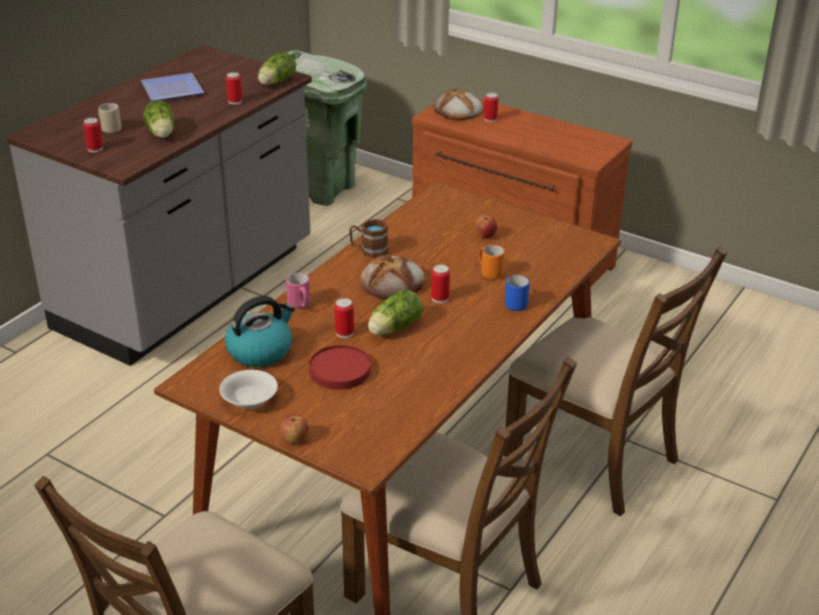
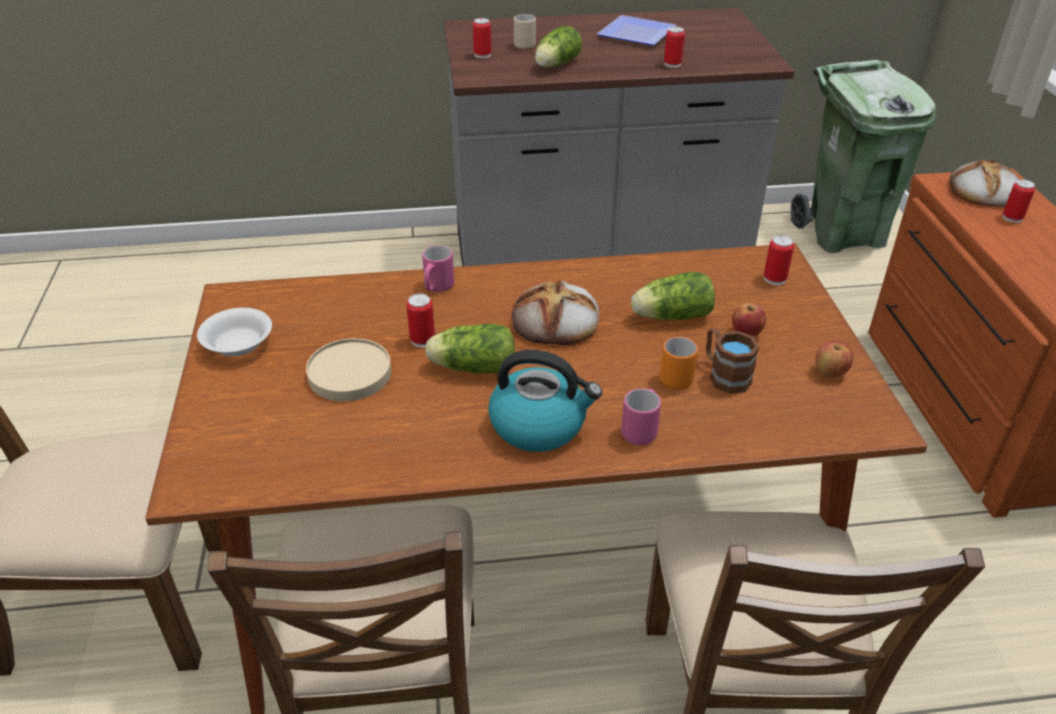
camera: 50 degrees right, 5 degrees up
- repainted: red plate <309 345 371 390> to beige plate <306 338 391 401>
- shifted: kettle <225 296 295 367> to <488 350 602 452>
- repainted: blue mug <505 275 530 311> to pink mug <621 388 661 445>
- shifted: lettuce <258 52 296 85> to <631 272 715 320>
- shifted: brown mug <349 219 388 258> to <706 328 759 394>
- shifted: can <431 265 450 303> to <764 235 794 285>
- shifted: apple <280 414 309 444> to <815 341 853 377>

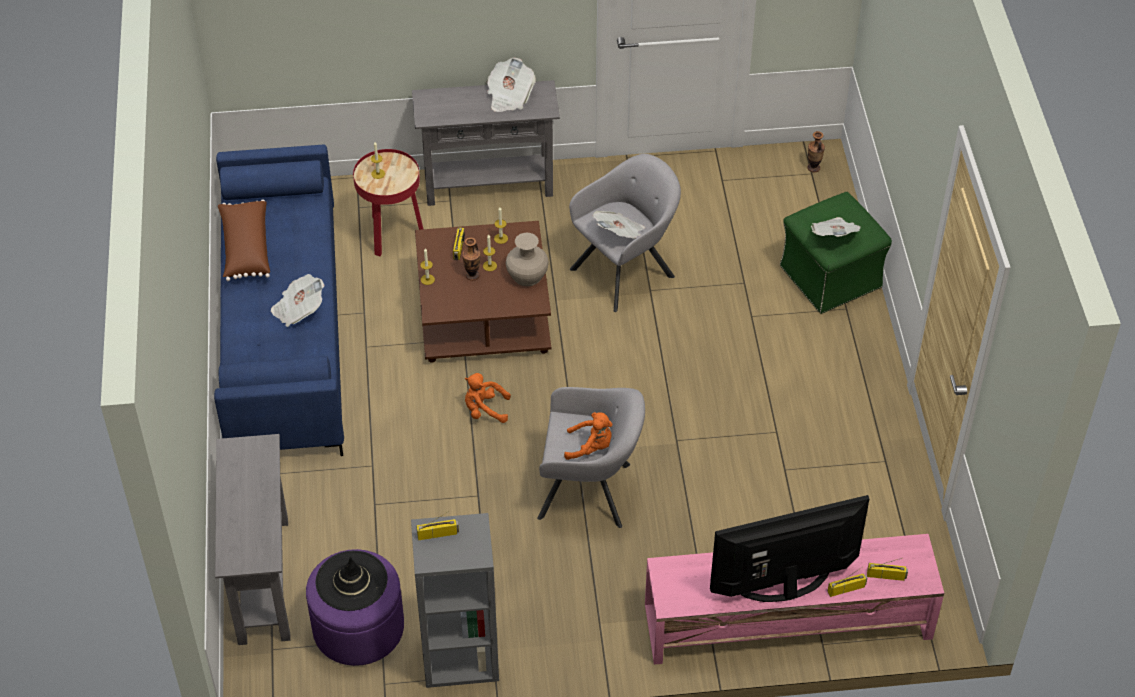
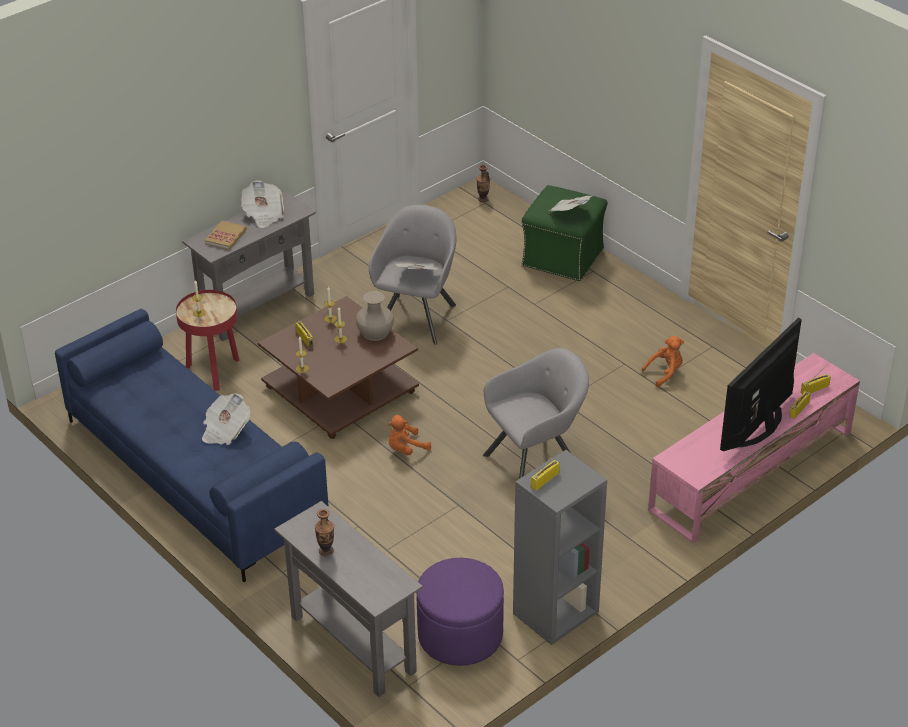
camera: 35 degrees left, 10 degrees down
- new: book <205 221 247 250>
- shifted: vase <462 237 480 281> to <315 509 334 556>
- shifted: orange plush toy <564 412 613 460> to <642 336 684 387>
- gone: brown pillow <218 199 270 281>
- gone: black hat <316 551 388 611>

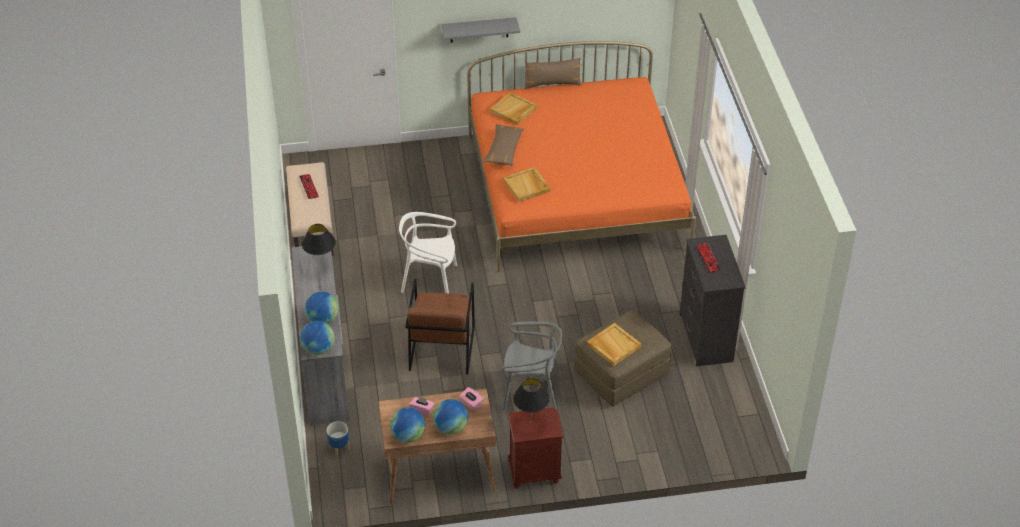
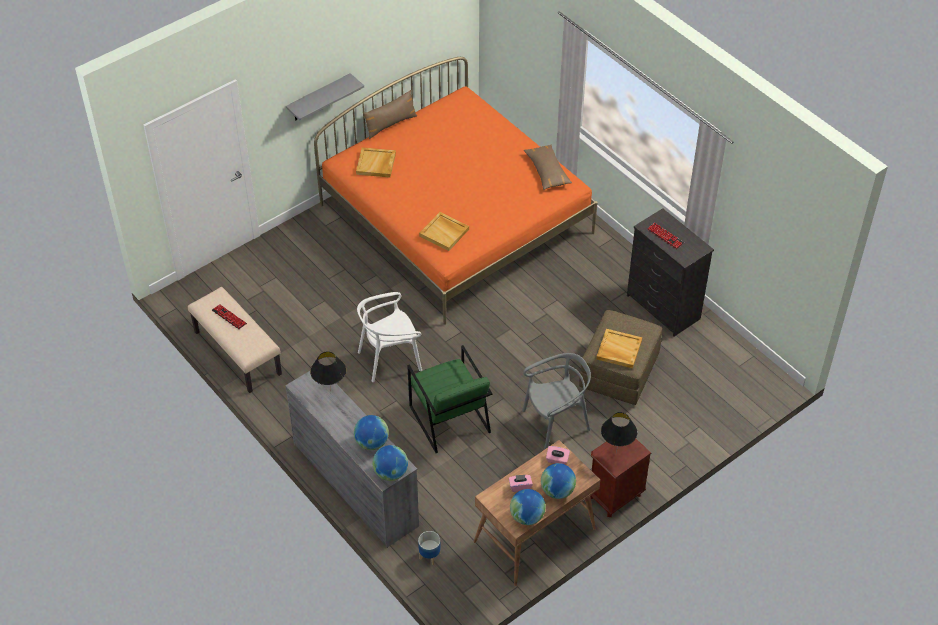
camera: 30 degrees left, 5 degrees up
- repainted: brown armchair <405 279 475 375> to green armchair <407 345 492 453>
- shifted: brown pillow <483 124 524 166> to <524 144 572 190>

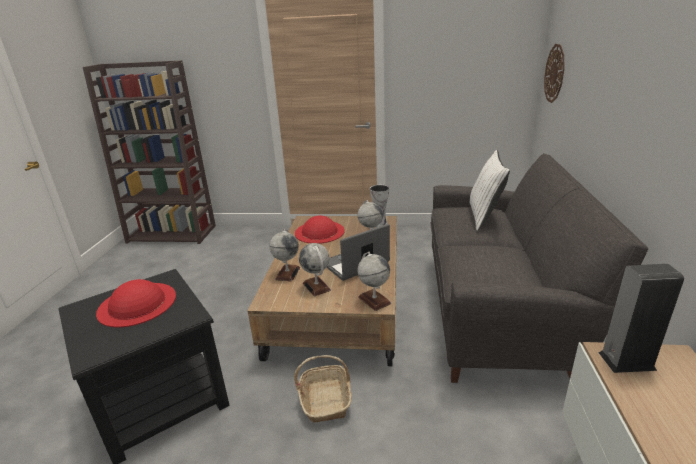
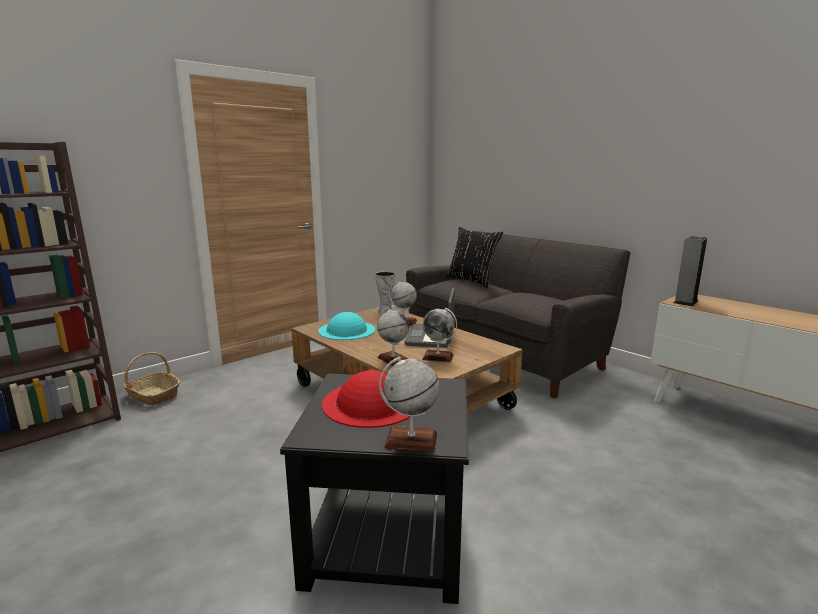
camera: 50 degrees left, 10 degrees down
- shifted: basket <294 355 352 423> to <123 352 180 406>
- repainted: red hat <295 215 345 244> to turquoise hat <318 312 375 340>
- shifted: globe <357 252 391 311> to <379 357 439 452>
- repainted: white pillow <469 150 510 231> to black pillow <445 227 503 288>
- gone: wall clock <544 44 565 103>

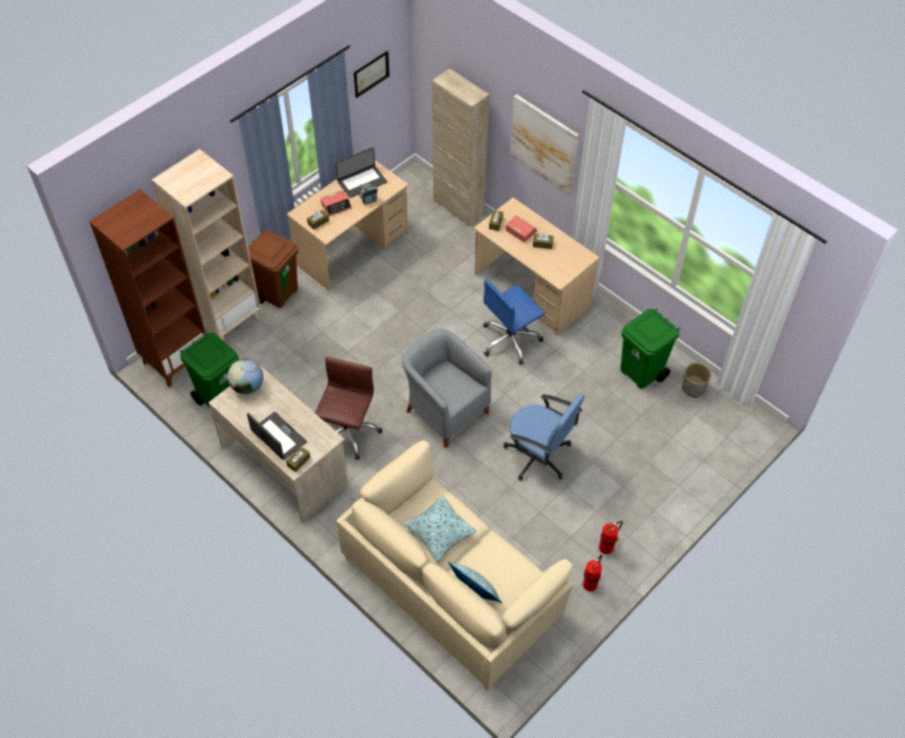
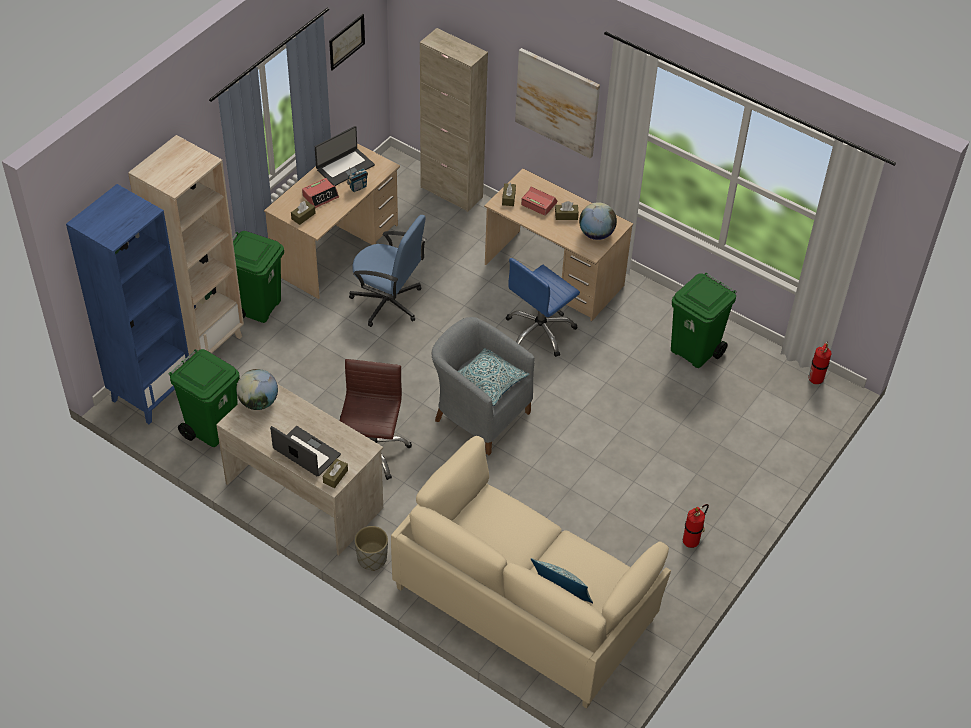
camera: 10 degrees left, 5 degrees down
- repainted: brown bookcase <89 189 205 387> to blue bookcase <66 184 189 424>
- repainted: brown trash can <248 230 298 308> to green trash can <233 231 284 323>
- shifted: blue office chair <503 393 585 481> to <349 215 426 327>
- shifted: grey planter <682 363 711 398> to <355 526 388 571>
- shifted: pillow <403 495 477 562> to <458 348 529 406>
- new: globe <579 202 617 240>
- shifted: fire extinguisher <583 554 602 591> to <808 342 831 384>

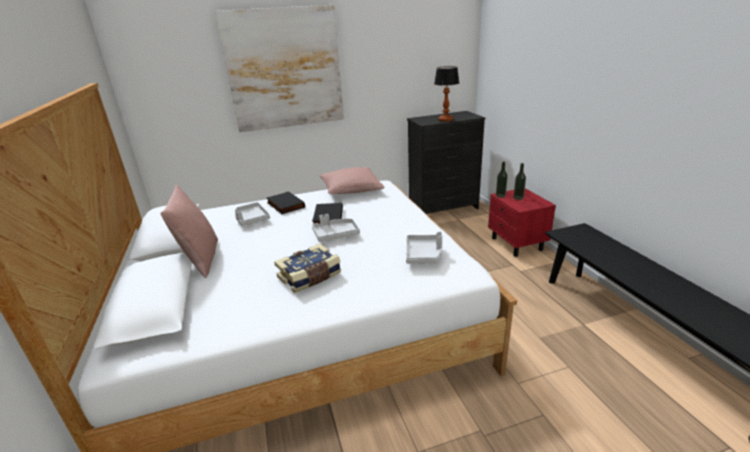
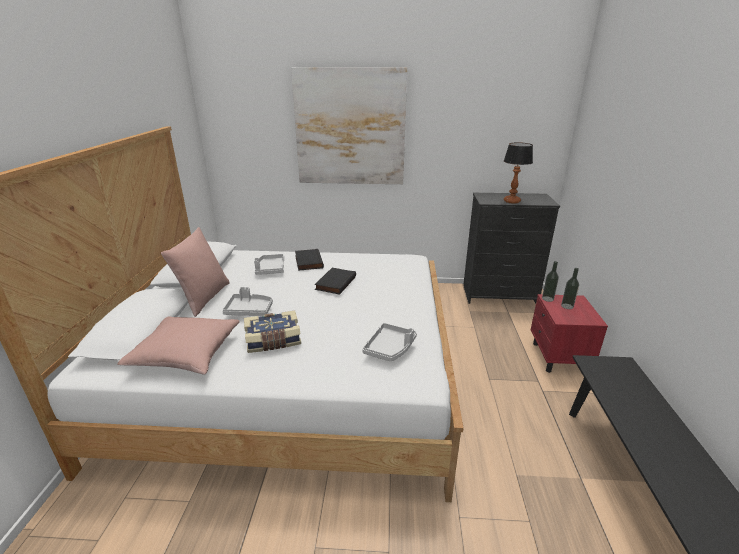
camera: 20 degrees right, 0 degrees up
- shifted: pink pillow <320 167 385 194> to <117 316 240 375>
- shifted: grey tray <312 214 360 242> to <222 287 273 316>

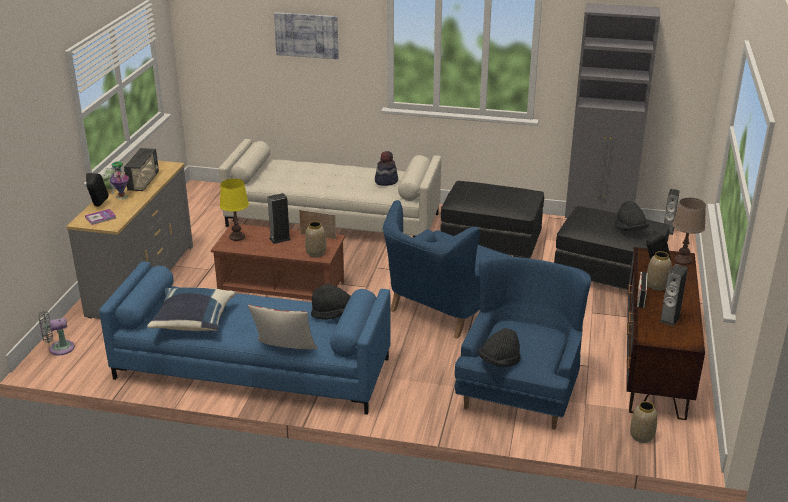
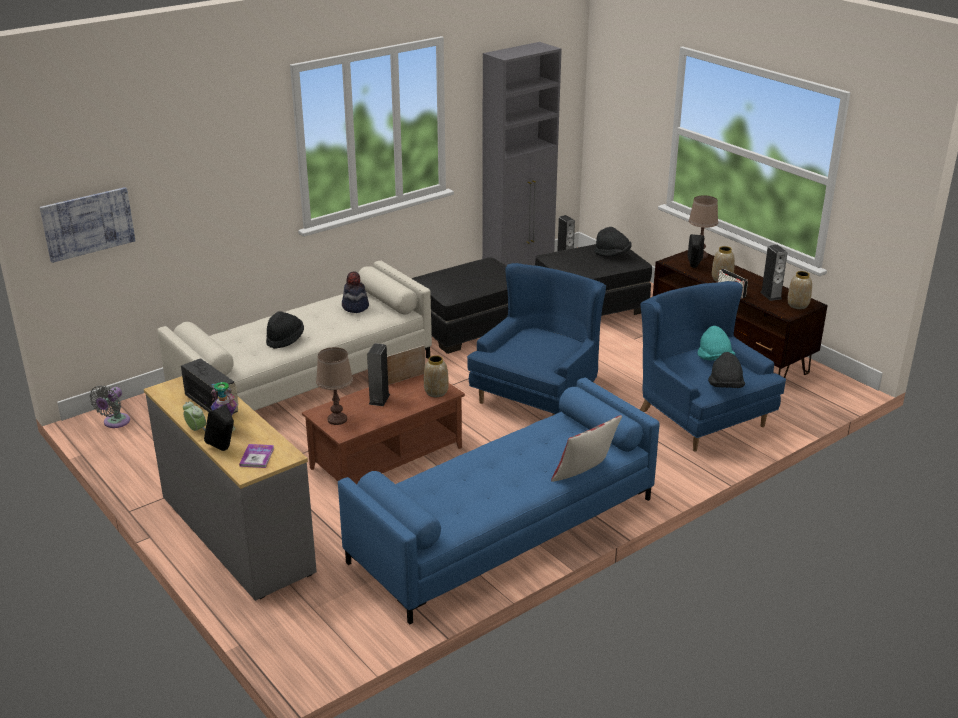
camera: 50 degrees left, 0 degrees up
- shifted: picture <274 12 339 59> to <40 187 135 263>
- shifted: grey fan <39 310 75 355> to <89 385 130 428>
- shifted: black hat <311 284 351 320> to <266 311 304 349>
- repainted: yellow table lamp <220 179 249 241> to brown table lamp <316 347 353 425>
- rotated: blue armchair <383 200 510 339> = <467 263 606 416> 135 degrees counterclockwise
- new: turquoise hat <697 326 735 360>
- shifted: vase <630 401 657 443> to <787 271 812 309>
- gone: blue pillow <147 287 236 331>

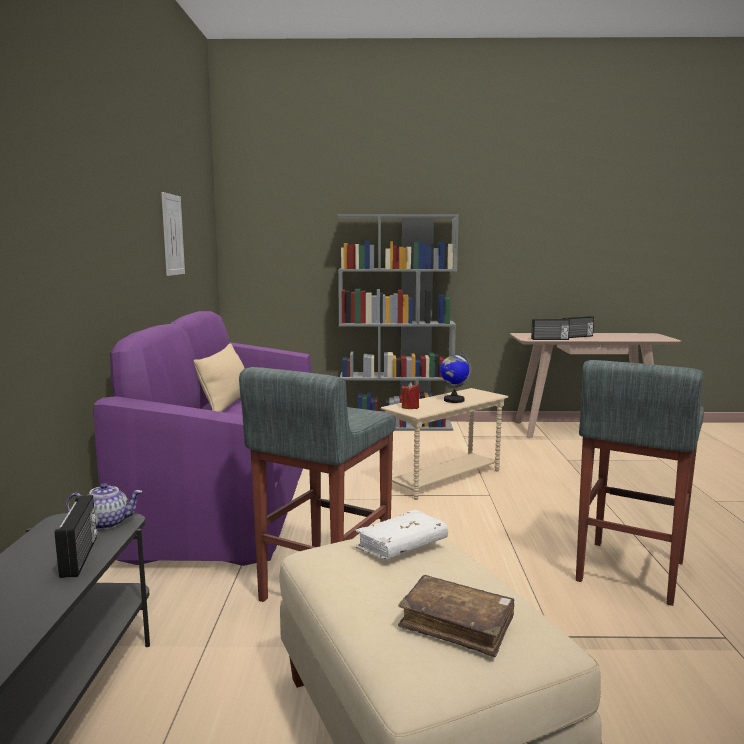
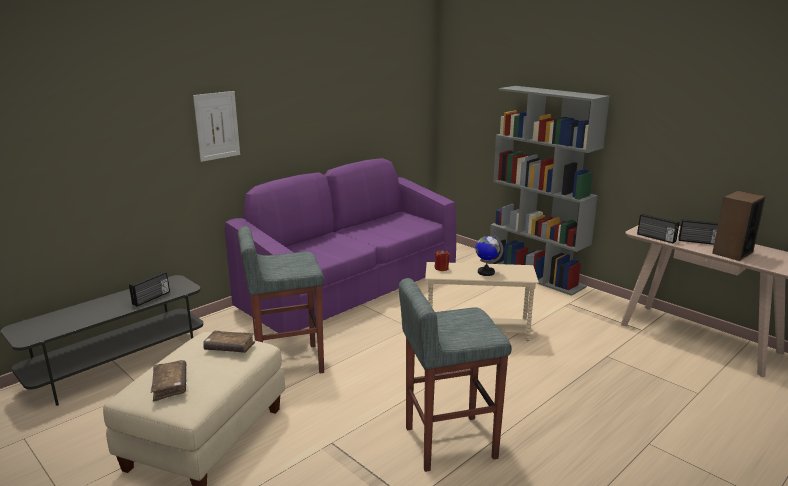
camera: 45 degrees right, 10 degrees up
- shifted: picture <161 192 185 276> to <193 91 240 162>
- repainted: white book <354 510 448 560> to brown book <203 331 255 353>
- new: speaker <712 191 766 261>
- gone: teapot <66 483 143 530>
- gone: beige pillow <194 343 245 412>

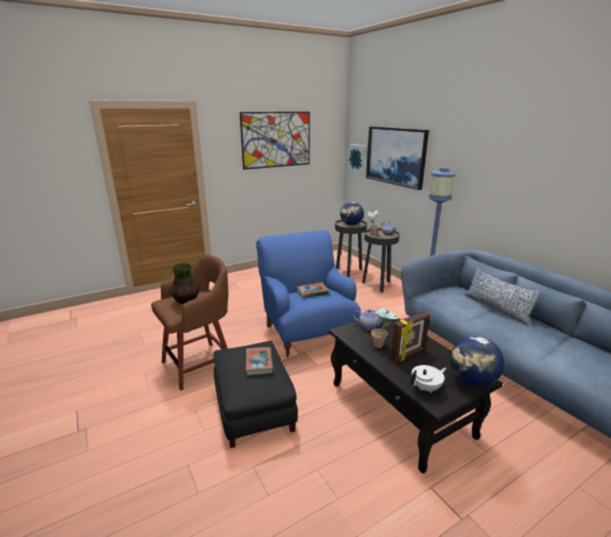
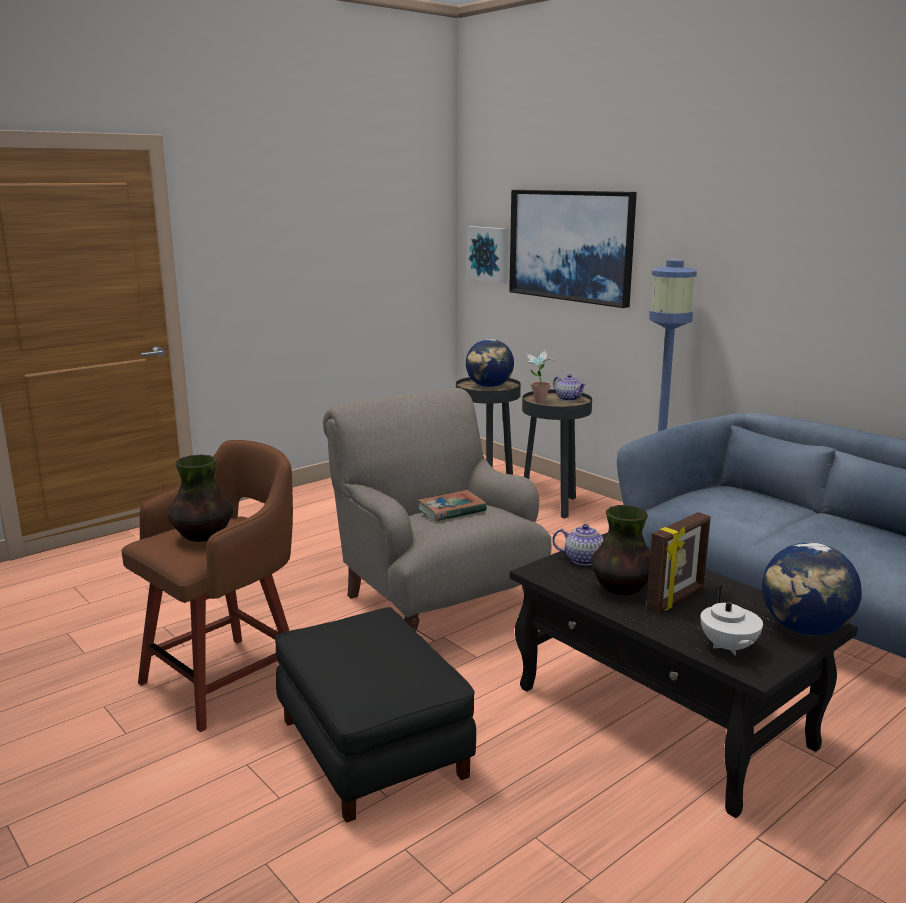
camera: 10 degrees left, 5 degrees down
- repainted: blue armchair <256 230 361 357> to grey armchair <323 388 551 631>
- swapped: potted plant <371 308 400 348> to vase <590 505 650 595>
- rotated: white teapot <410 365 446 393> = <700 586 763 656> 120 degrees clockwise
- gone: picture <240 112 310 170>
- gone: book <246 347 274 375>
- gone: pillow <463 267 543 326>

